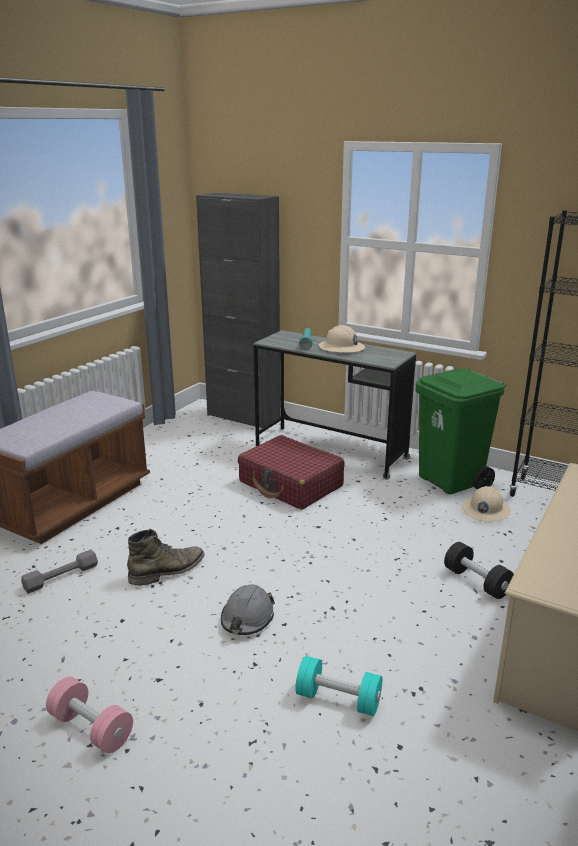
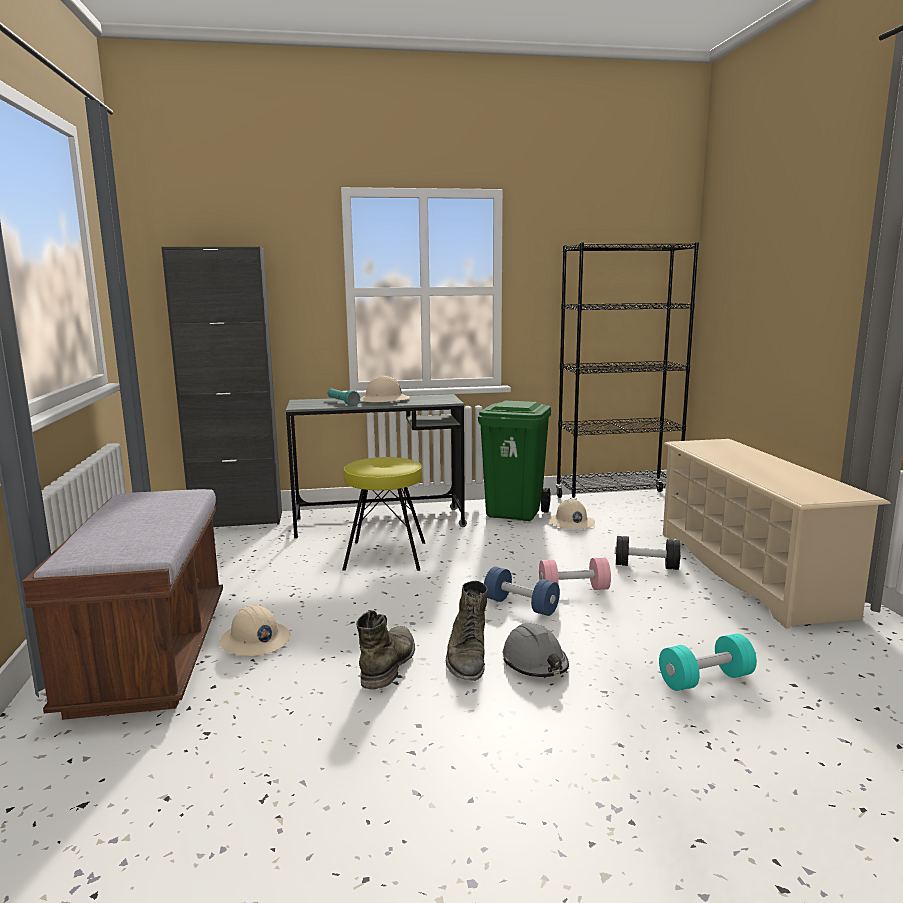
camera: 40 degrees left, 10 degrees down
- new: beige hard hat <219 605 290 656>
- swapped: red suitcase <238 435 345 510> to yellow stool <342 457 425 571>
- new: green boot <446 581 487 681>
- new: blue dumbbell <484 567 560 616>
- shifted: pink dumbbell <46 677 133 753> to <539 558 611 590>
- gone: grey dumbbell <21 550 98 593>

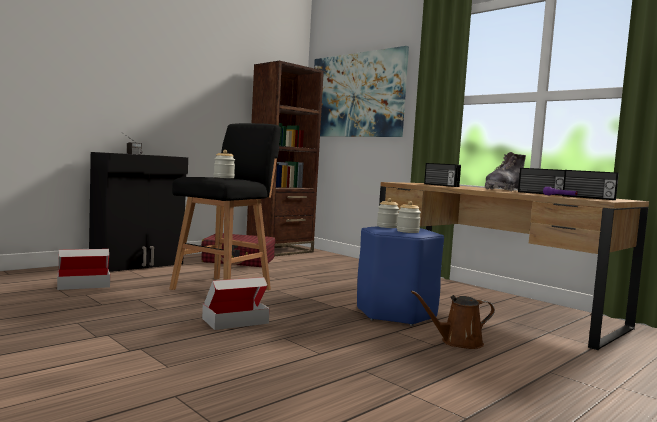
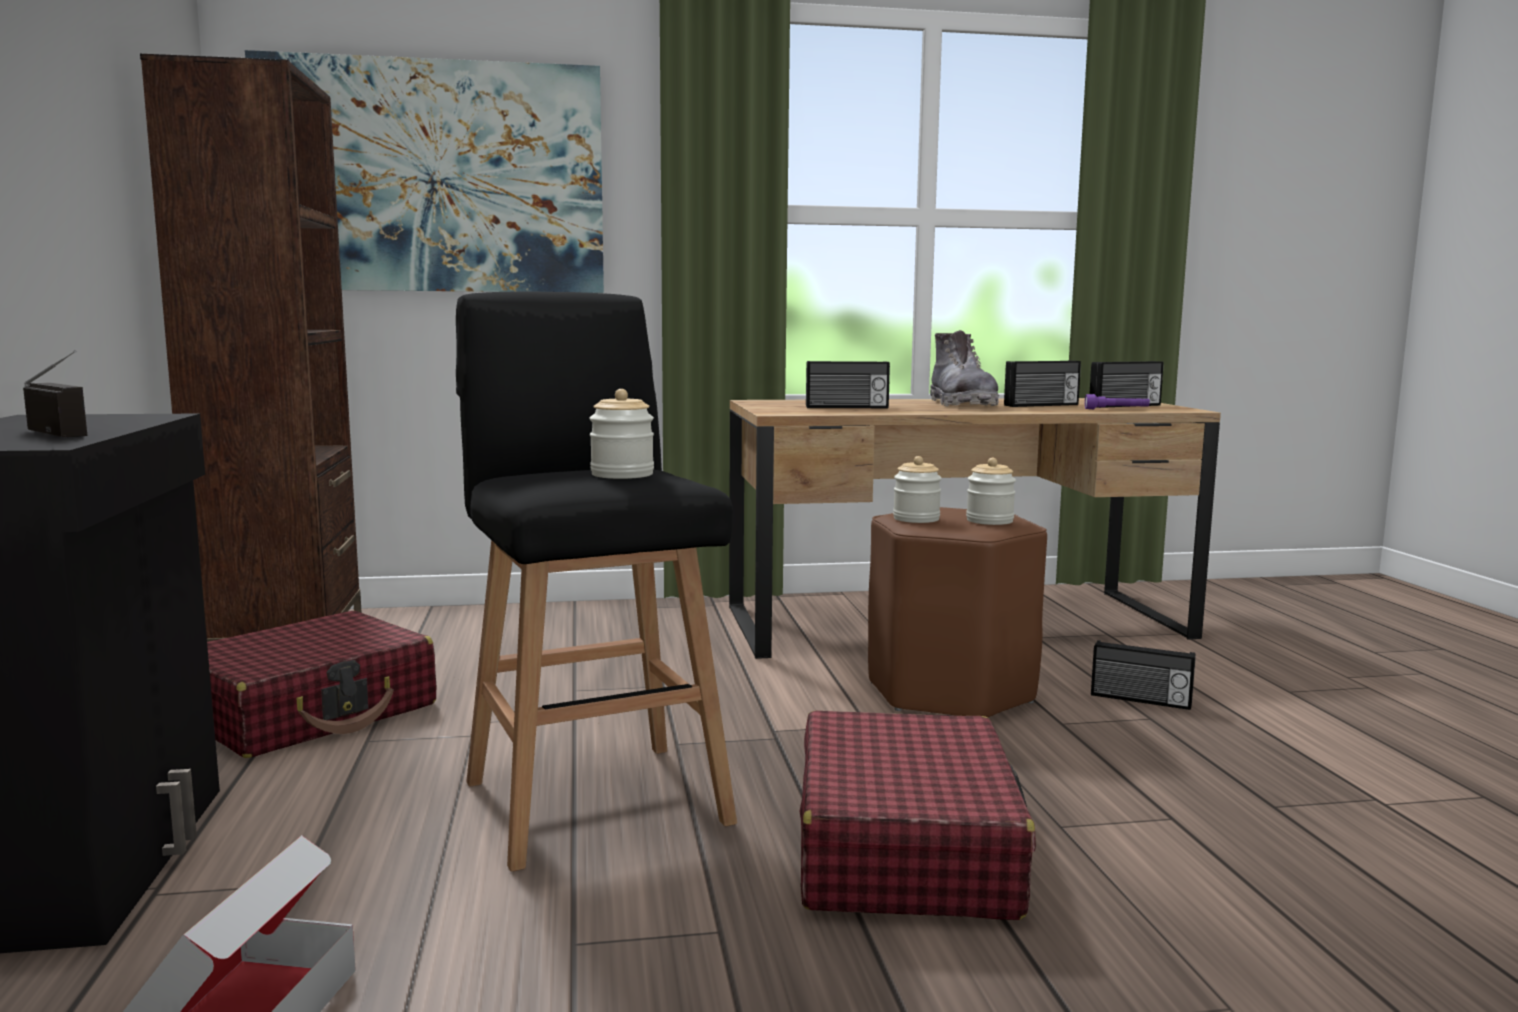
camera: 55 degrees left, 5 degrees up
- swapped: cardboard box <202 277 270 330> to red suitcase <799 711 1036 920>
- repainted: blue stool <357 226 444 326> to brown stool <868 507 1047 717>
- swapped: brown watering can <411 291 495 349> to radio <1091 640 1196 710>

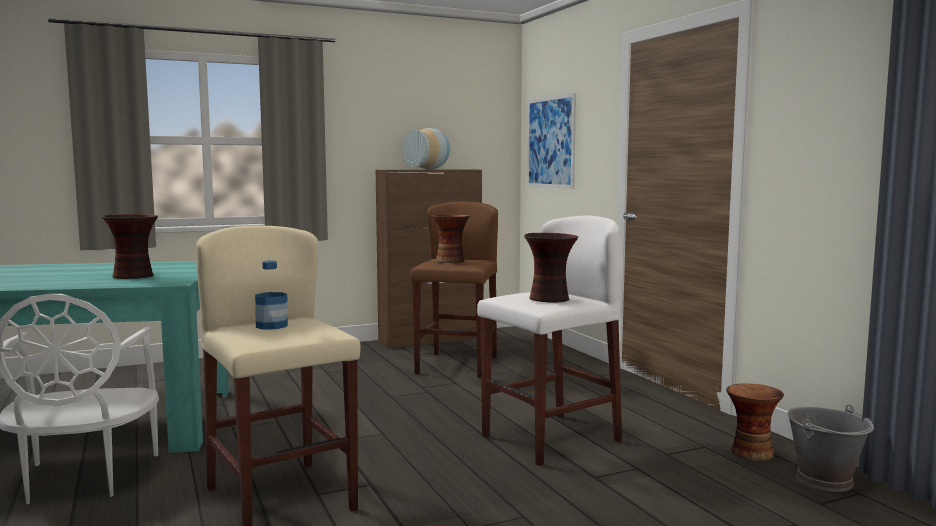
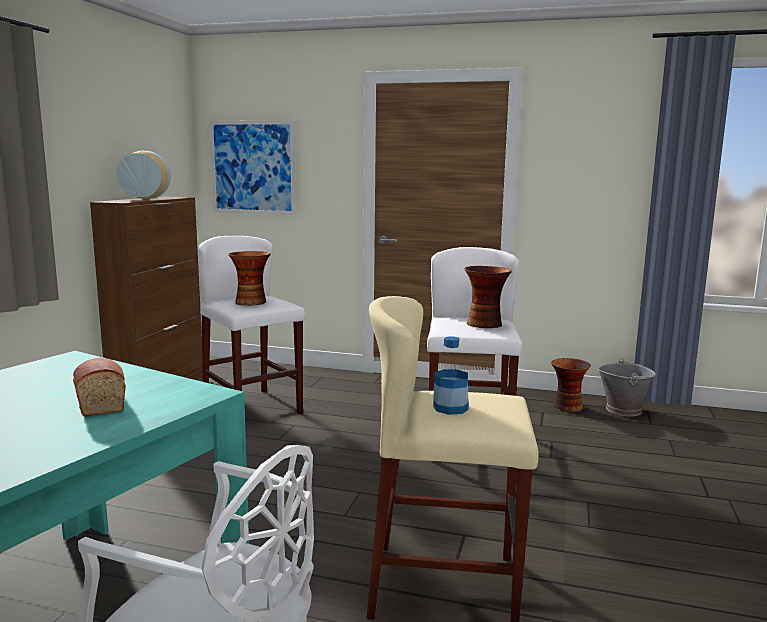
camera: 50 degrees left, 5 degrees up
- swapped: vase <102 214 158 279> to bread <73 358 126 416>
- repainted: brown stool <410 202 498 378> to white stool <198 236 305 415>

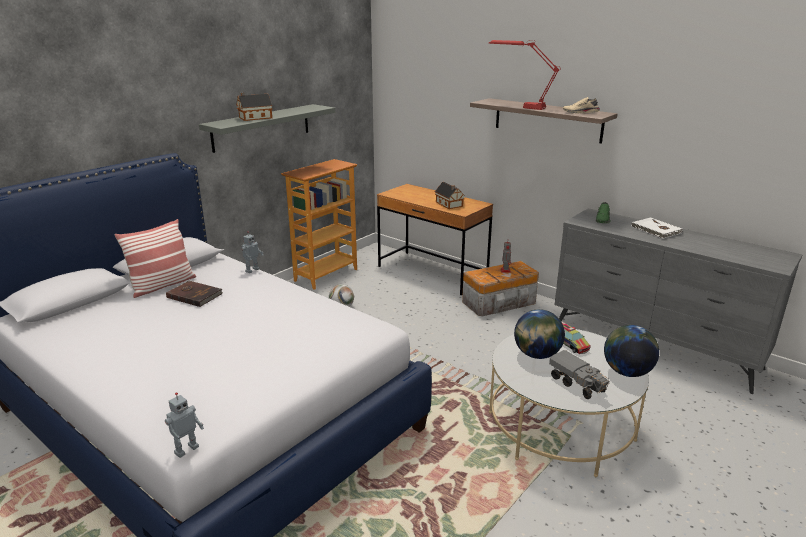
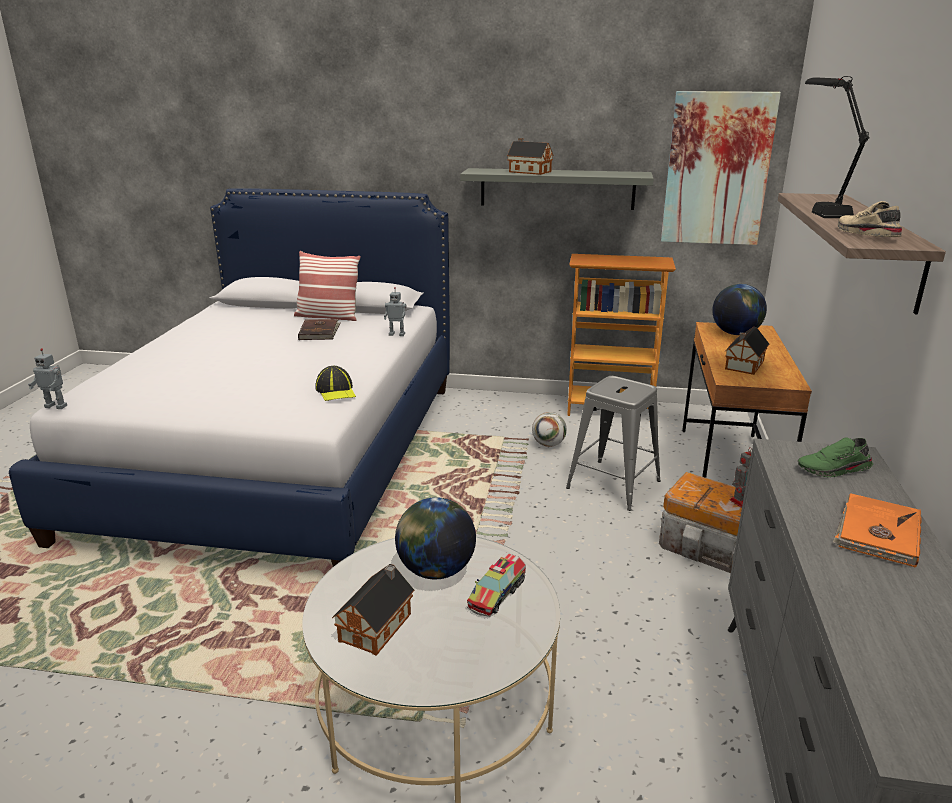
camera: 60 degrees right, 0 degrees up
- new: cap <316 366 356 401>
- swapped: toy truck <549 350 610 399> to toy house <332 564 415 655>
- new: grey stool <566 376 661 511>
- new: picture <661 91 781 245>
- shifted: globe <604 325 659 377> to <712 284 767 335>
- repainted: red table lamp <489 40 560 110> to black table lamp <805 76 869 218>
- repainted: white book <631 217 683 239> to orange book <833 493 922 567>

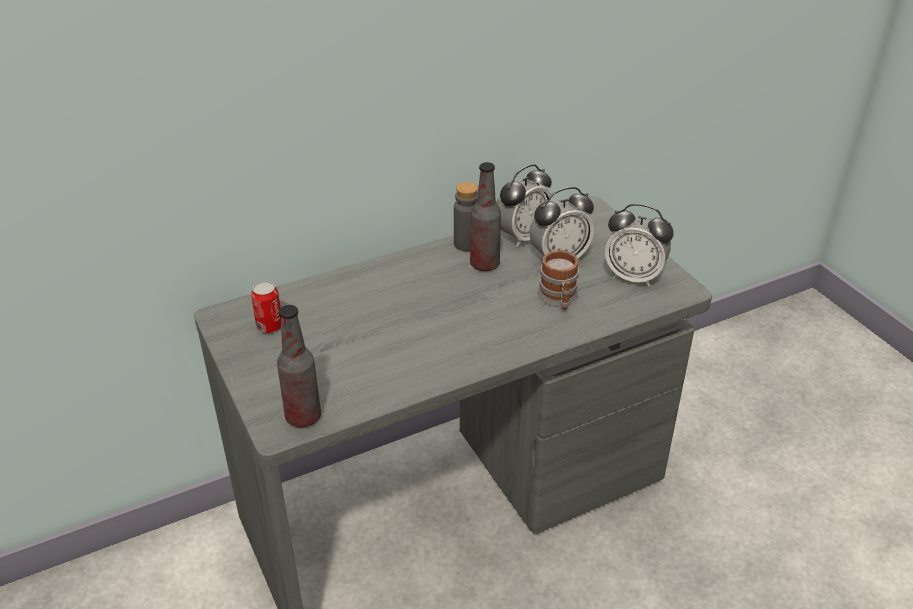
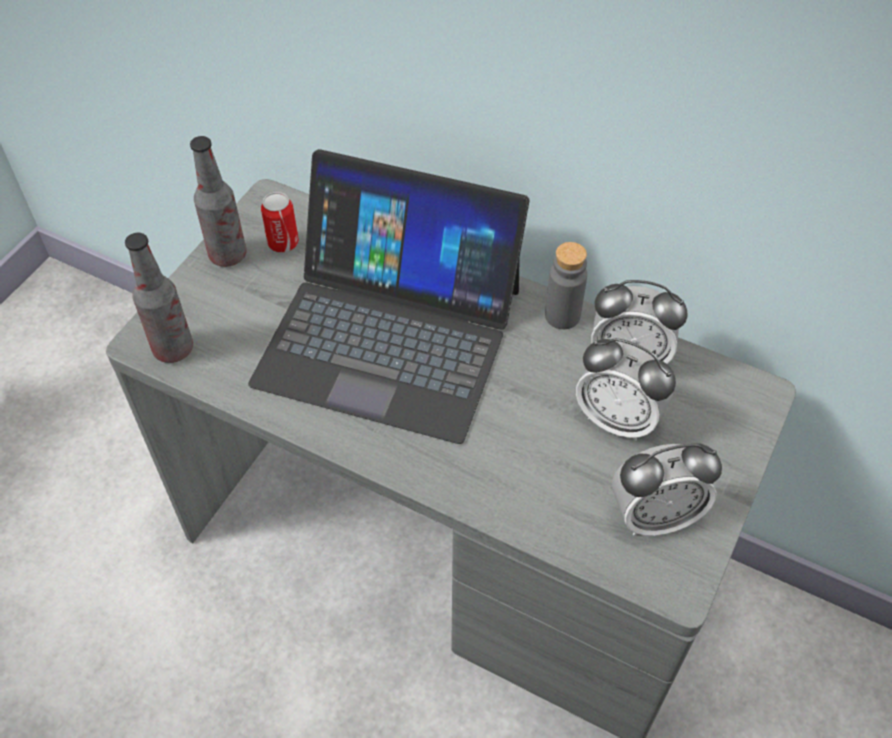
camera: 55 degrees right, 15 degrees up
- shifted: bottle <470 162 501 271> to <190 136 247 267>
- new: laptop <248 149 530 444>
- rotated: alarm clock <605 204 674 287> = <612 443 722 536> 90 degrees counterclockwise
- gone: mug <538 250 579 310>

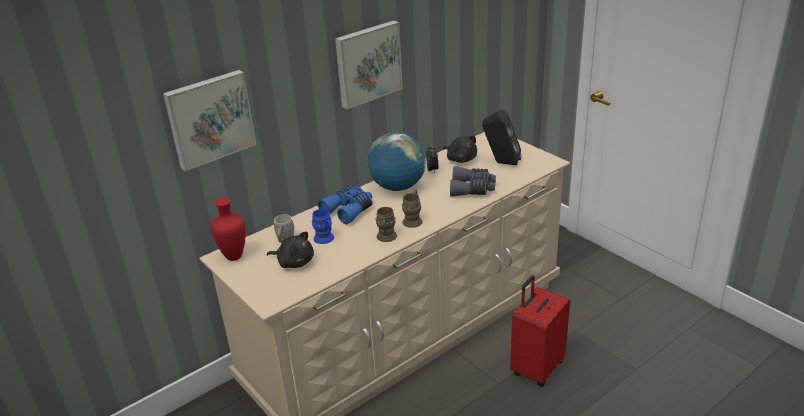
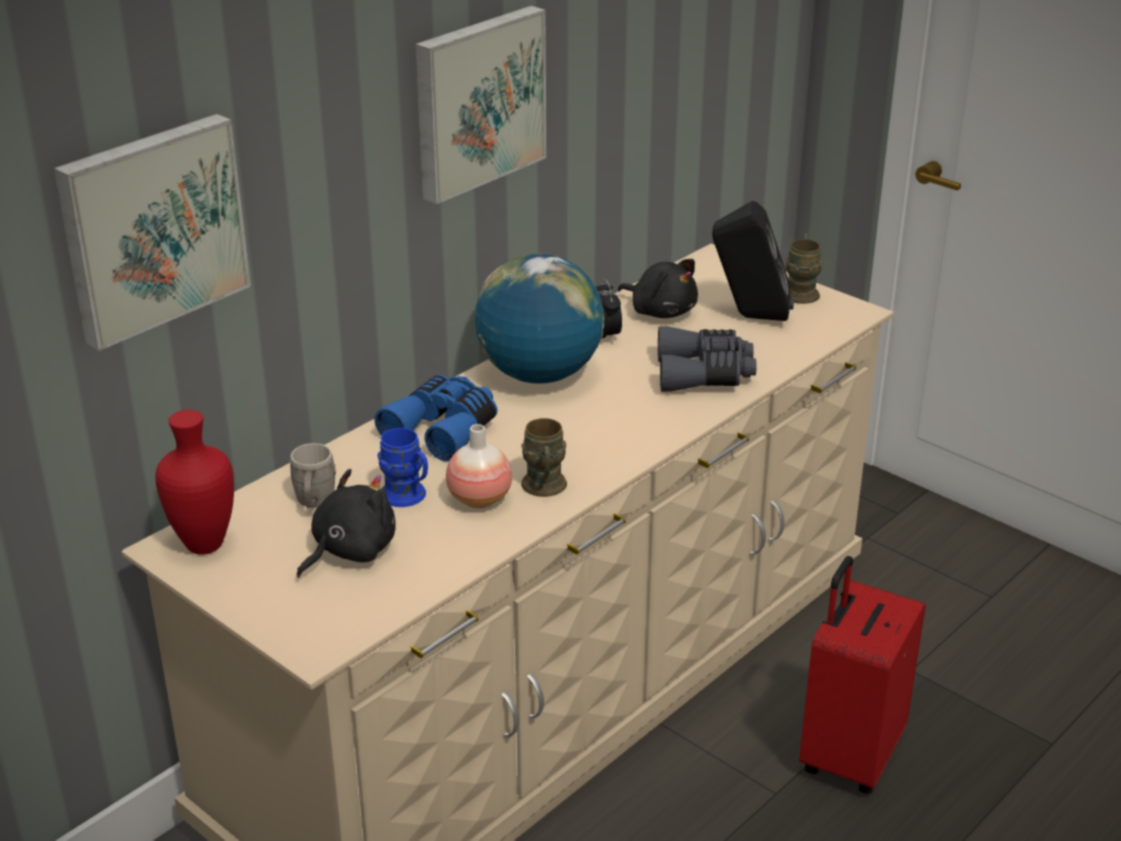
camera: 10 degrees left, 0 degrees up
- rotated: black plush toy <267 231 314 268> = <297 469 396 578> 60 degrees counterclockwise
- new: vase <446 424 512 508>
- shifted: brown mug <402 190 422 228> to <786 233 823 304>

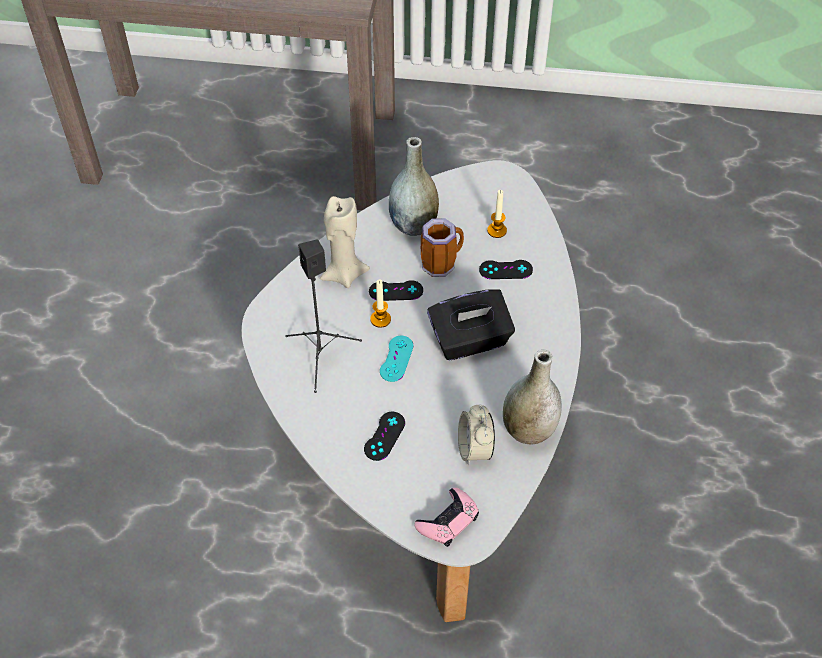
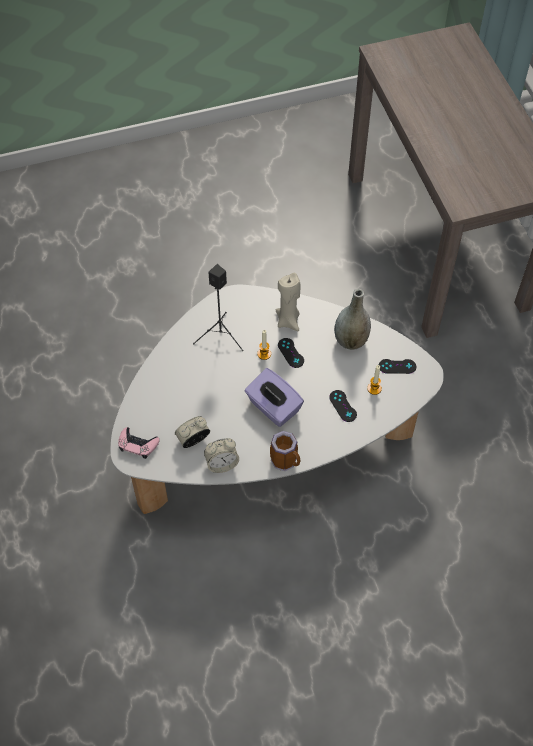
camera: 65 degrees right, 5 degrees up
- swapped: grey vase <503 349 562 445> to alarm clock <204 438 239 473>
- repainted: black tissue box <427 289 515 361> to purple tissue box <245 368 304 427>
- shifted: mug <421 218 464 277> to <270 431 300 471>
- shifted: black game controller <364 412 405 461> to <379 359 416 374>
- gone: turquoise game controller <380 336 414 382>

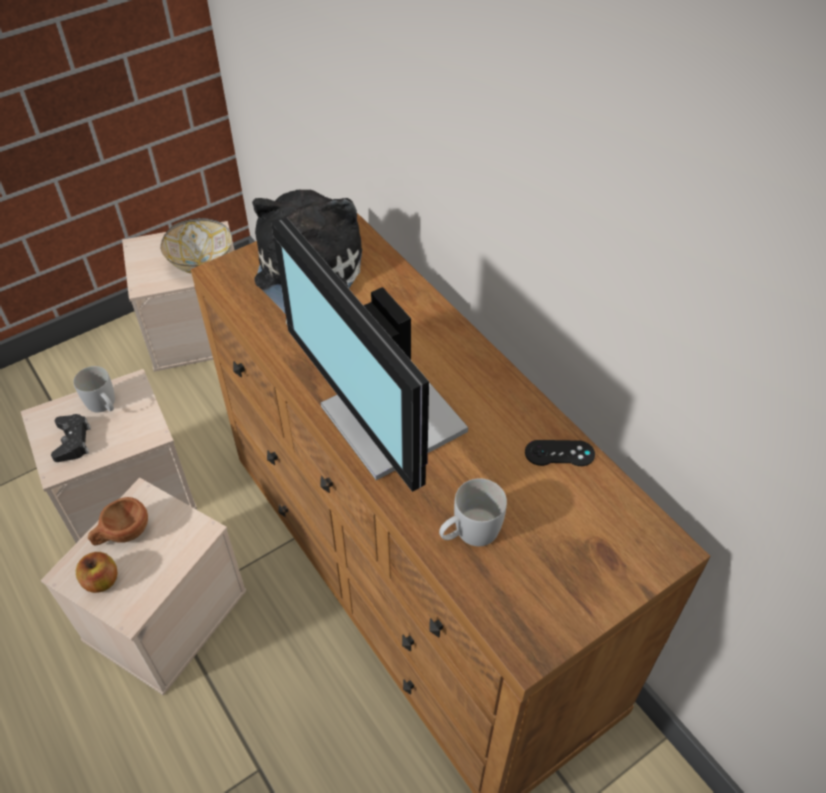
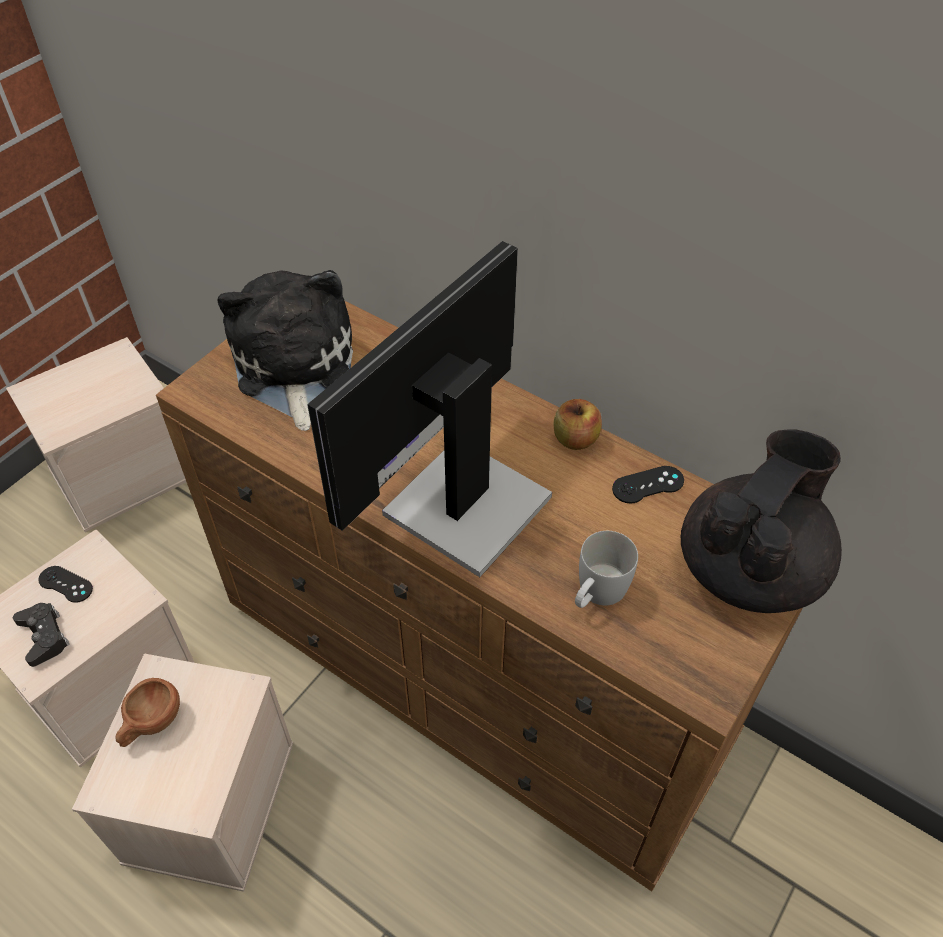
camera: 20 degrees left, 0 degrees up
- swapped: white mug <73 366 115 412> to black game controller <39 566 93 603>
- rotated: monitor <271 217 468 492> = <307 241 552 577> 90 degrees clockwise
- shifted: apple <76 552 118 593> to <554 399 602 450>
- new: black teapot <681 429 842 613>
- gone: bowl <160 218 232 274>

